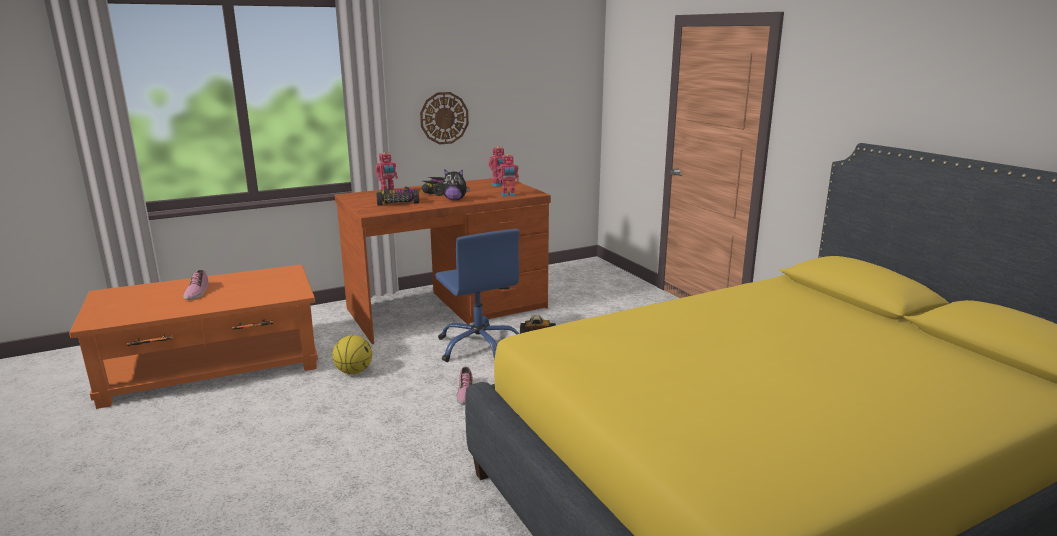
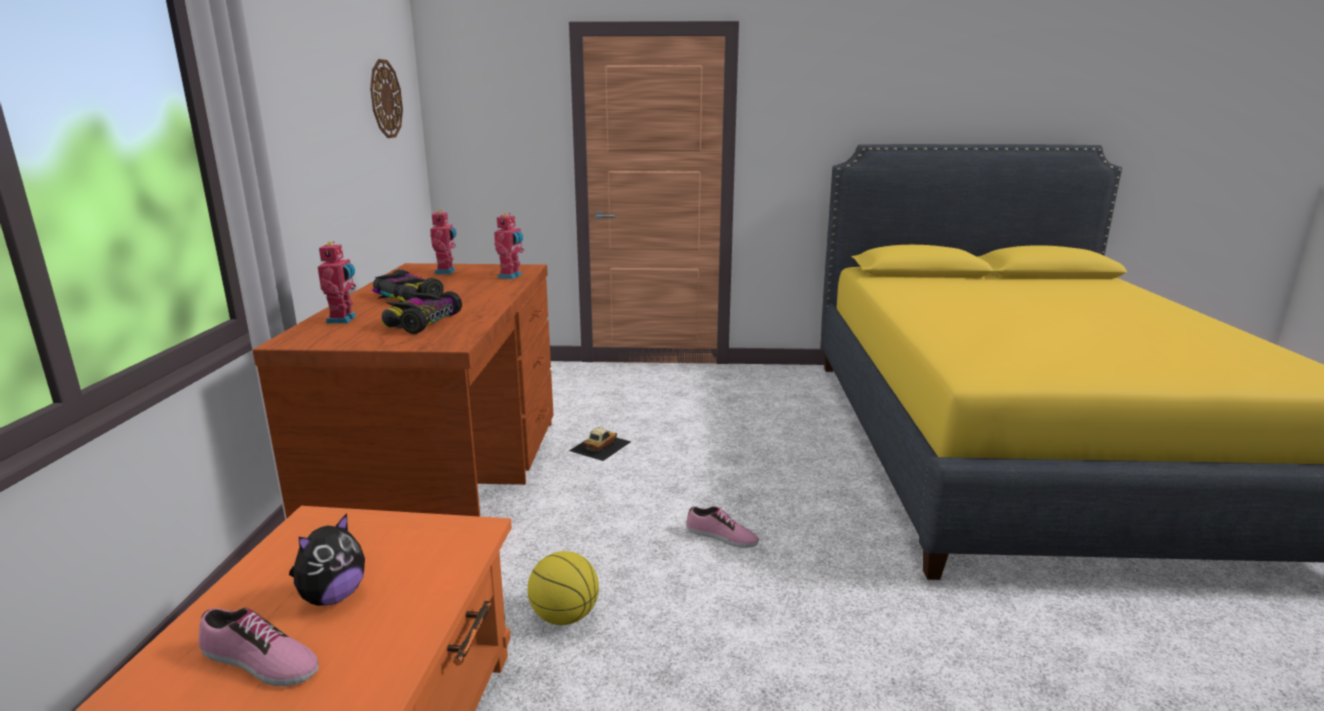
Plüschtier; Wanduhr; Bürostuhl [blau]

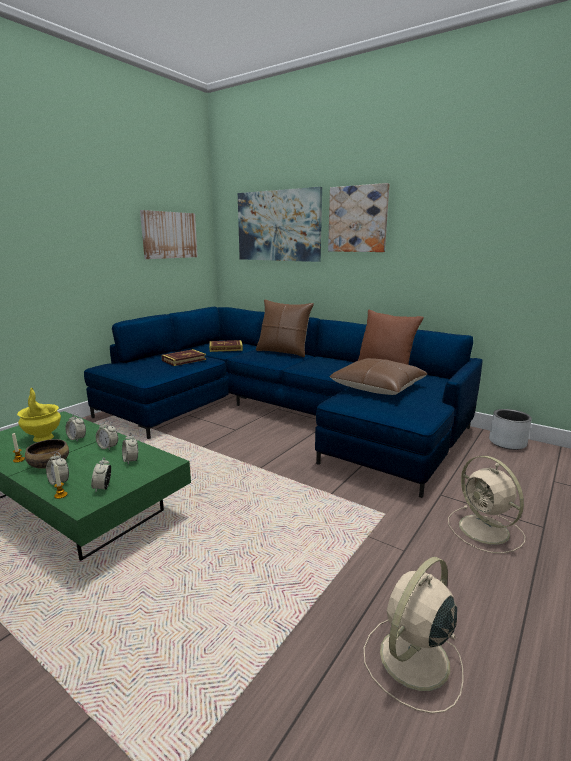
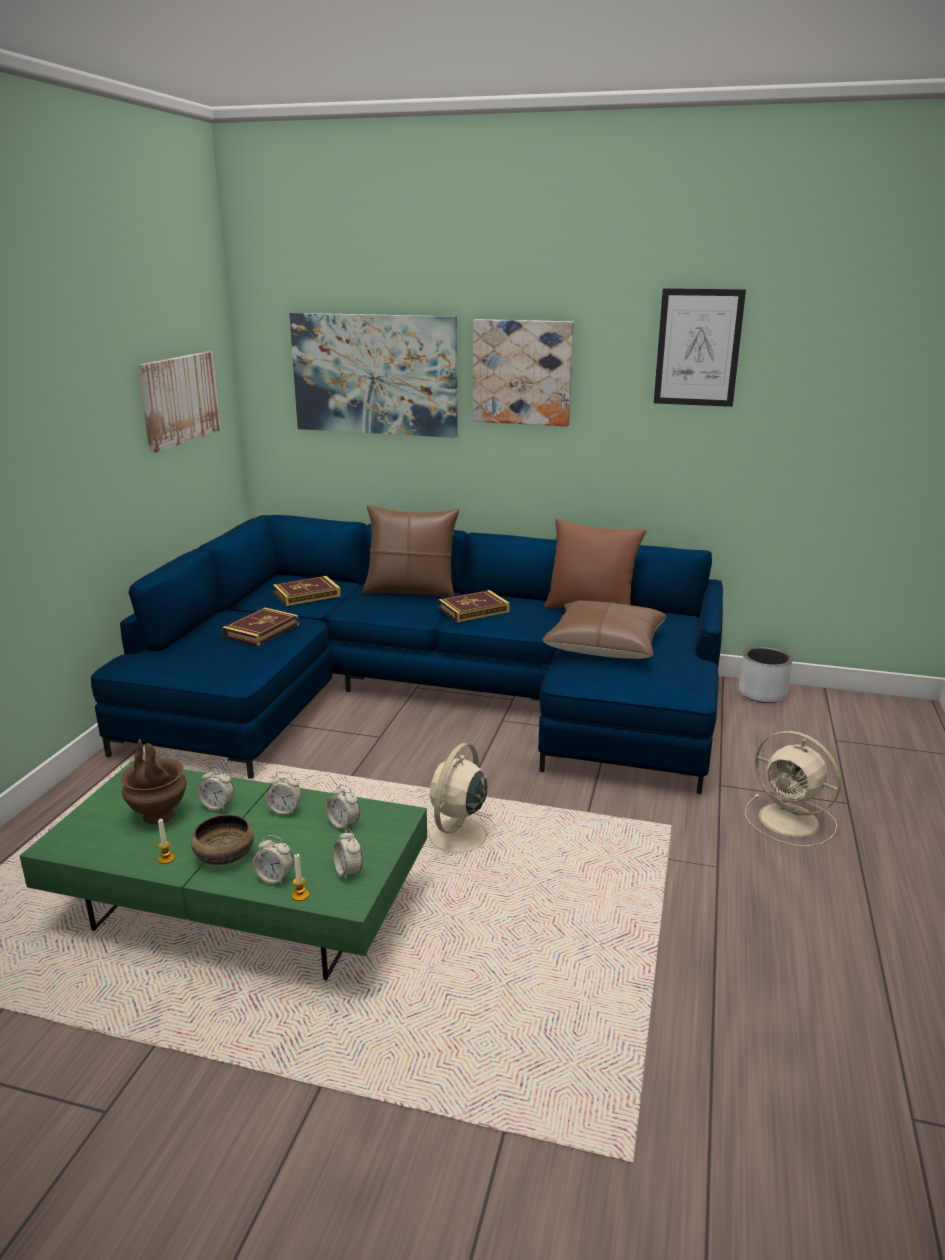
Vase [braun]; Ventilator [beige] (1st from left); Buch (3rd from left); Bild (4th from left)

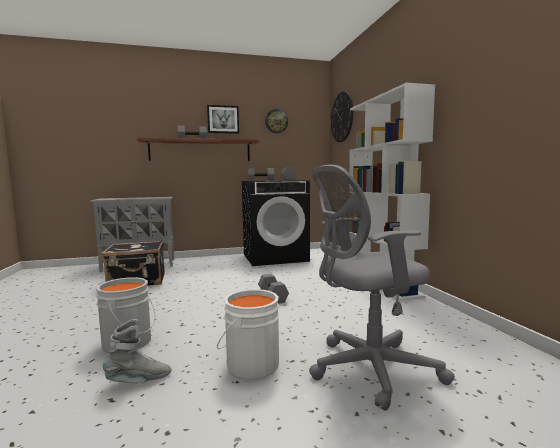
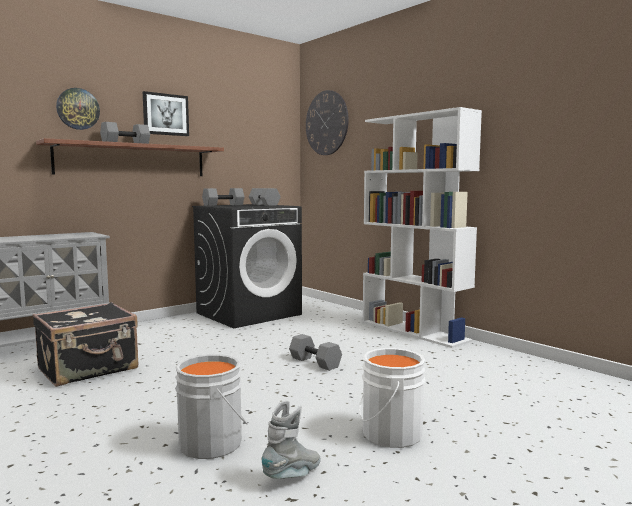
Wanduhr (1st from left); Bürostuhl [grau]

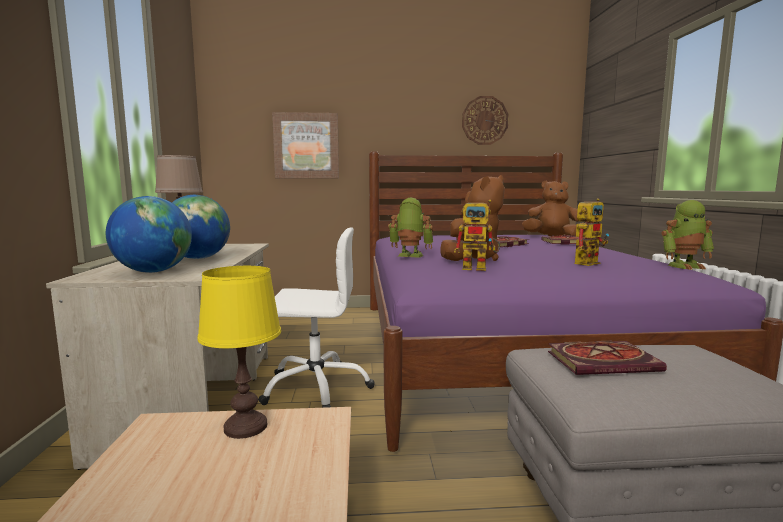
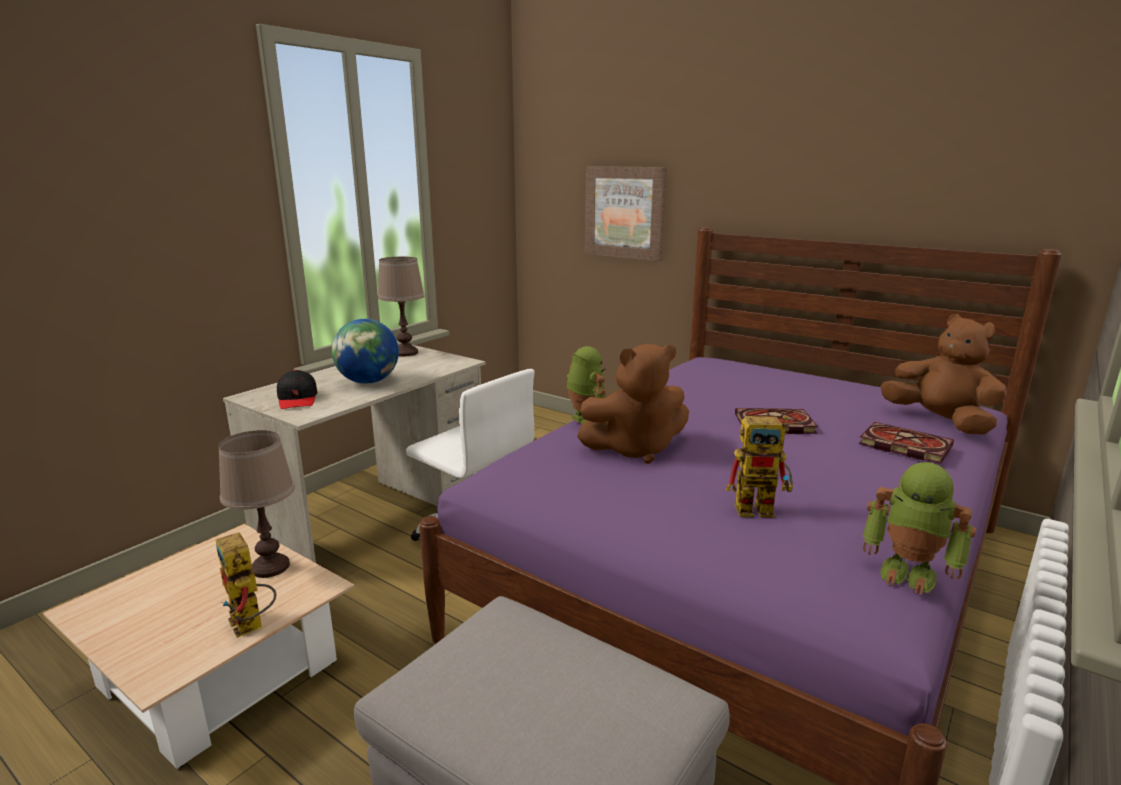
Spielzeugroboter (1st from left); Tischlampe [braun] (1st from left); Kappe [schwarz]; Wanduhr; Buch (3rd from left in the first image)

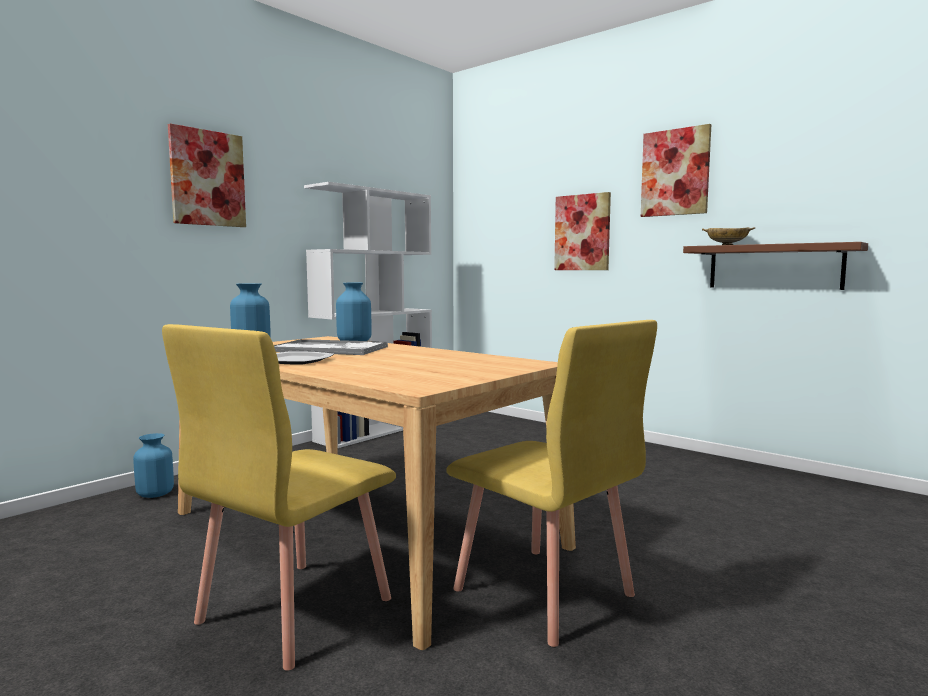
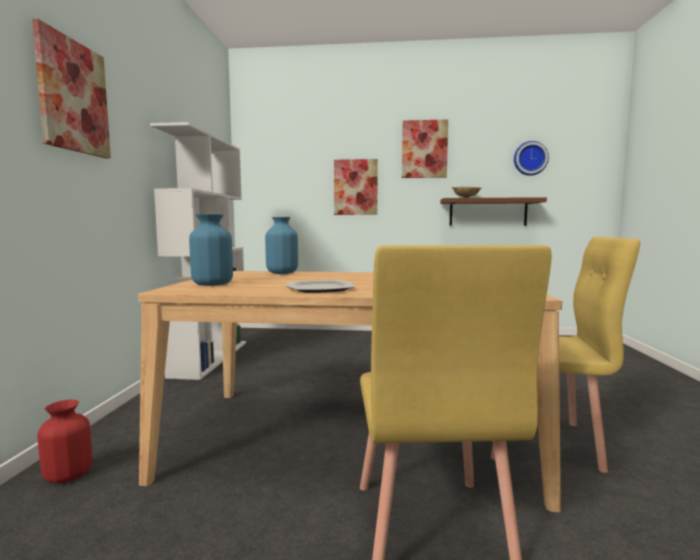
Vase [rot]; Wanduhr; Tablett

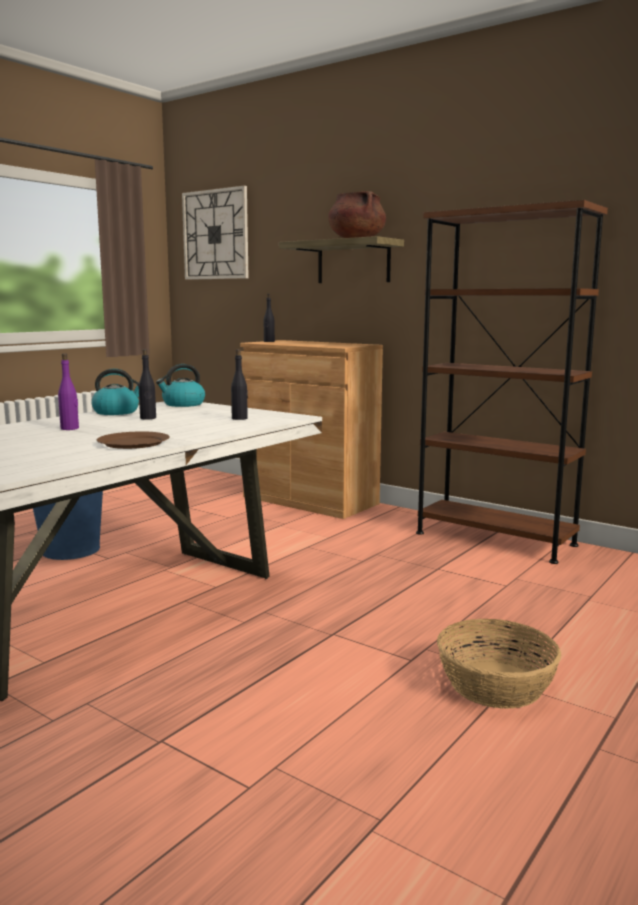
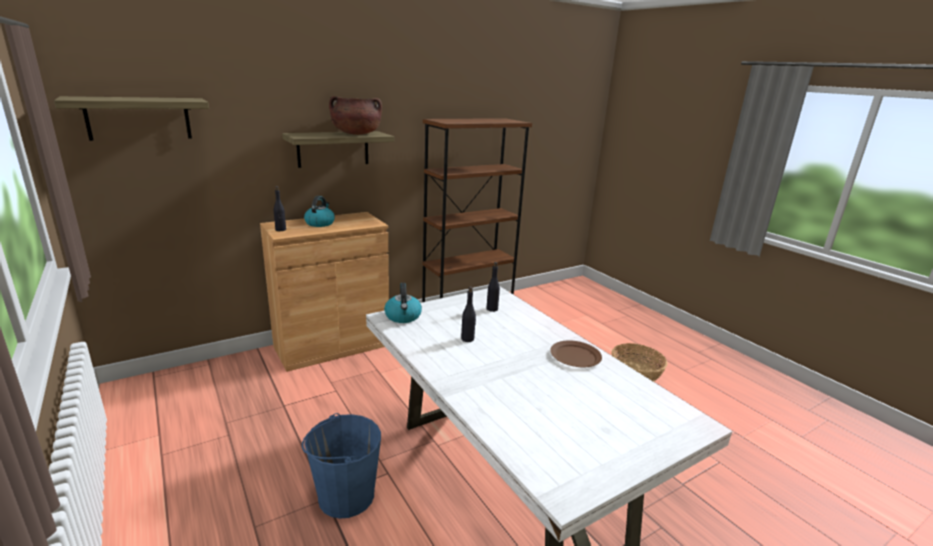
Wandregal (1st from left); Wasserkessel (1st from left); Flasche [lila]

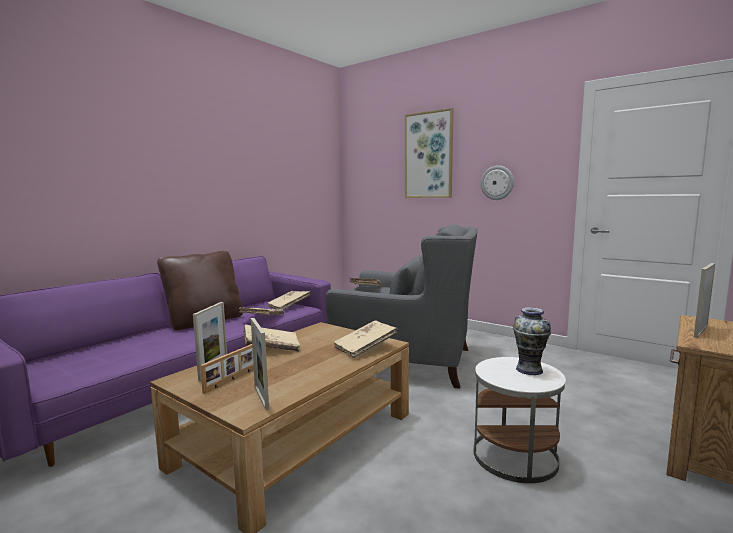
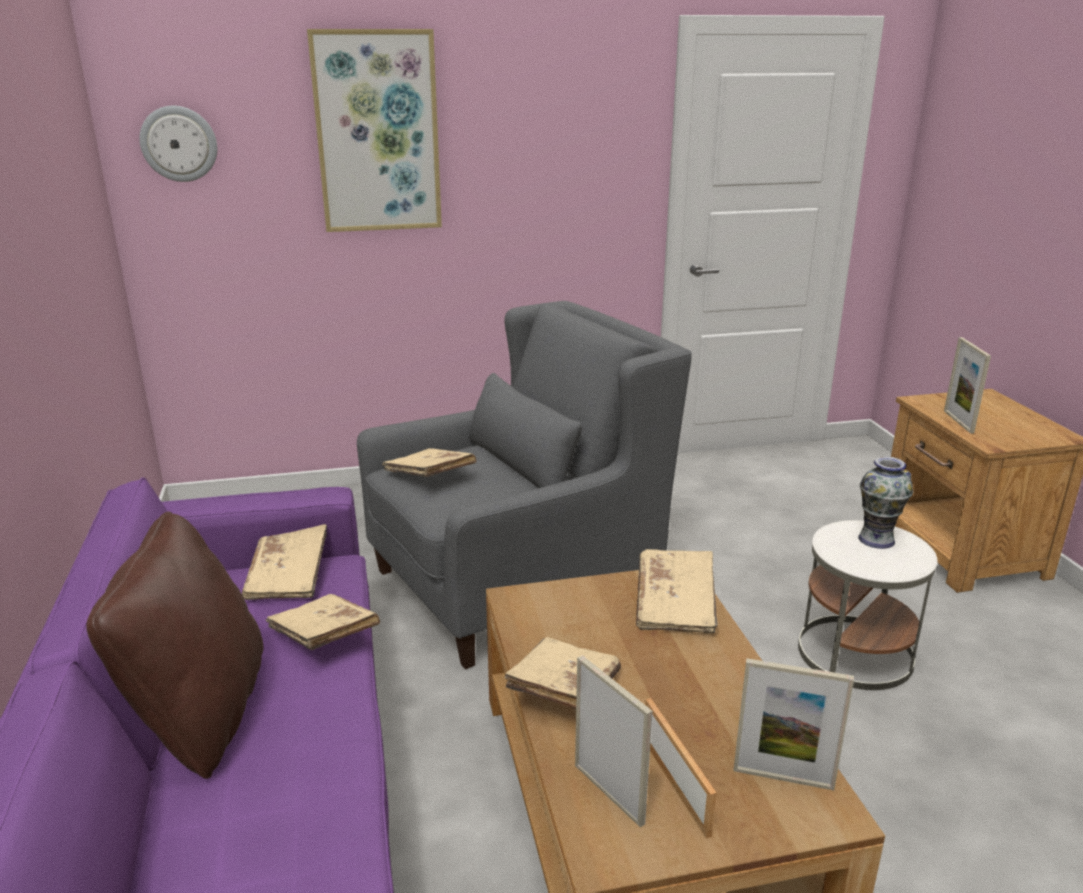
Wanduhr

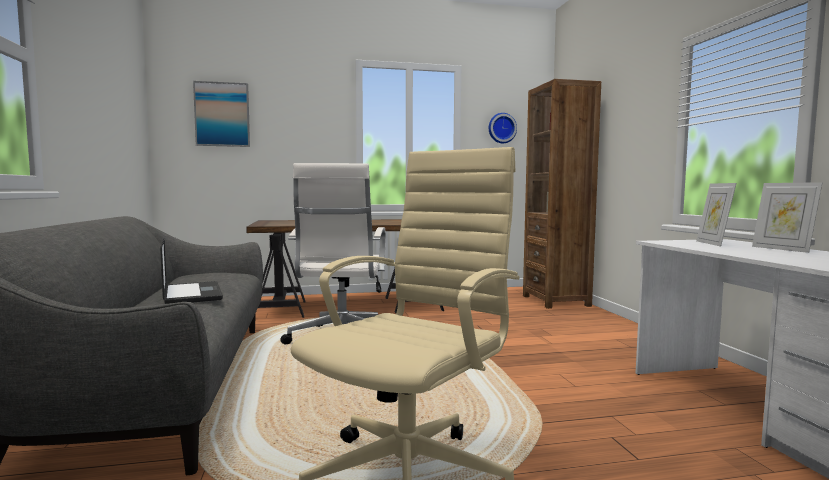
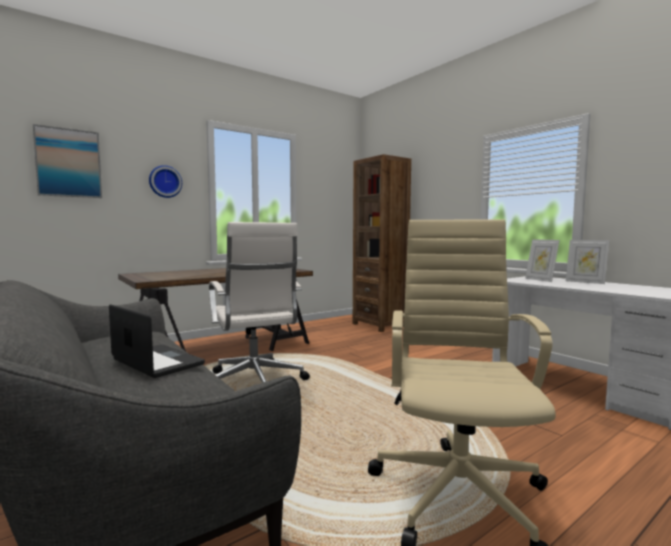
Wanduhr

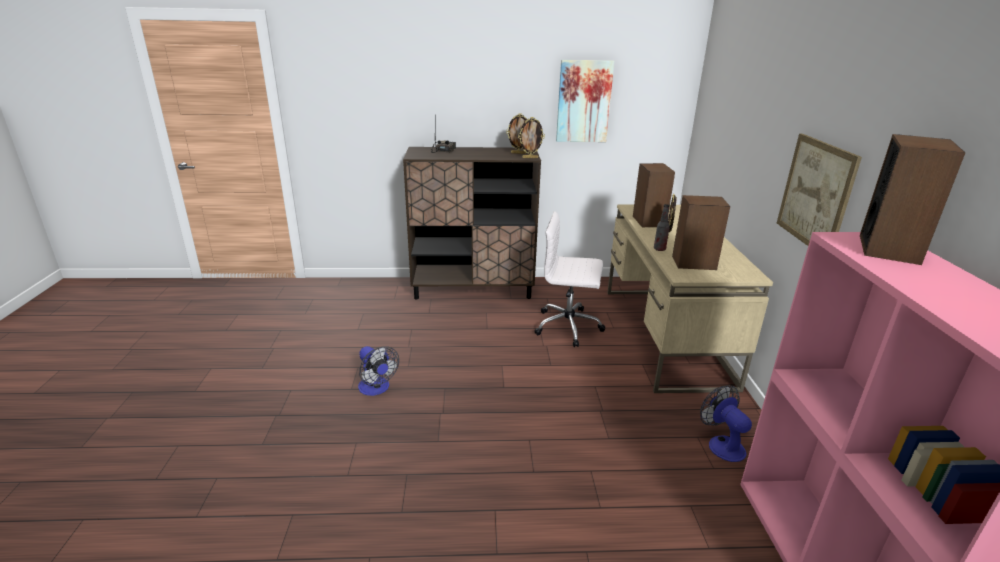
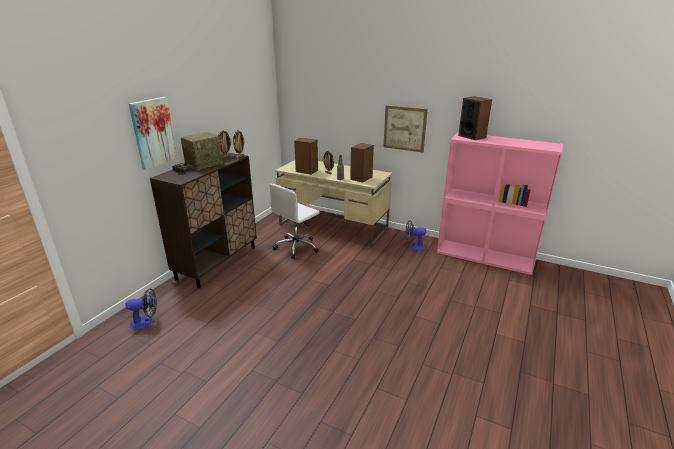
Ventilator (1st from left); Bild (1st from left); Radio (2nd from left)

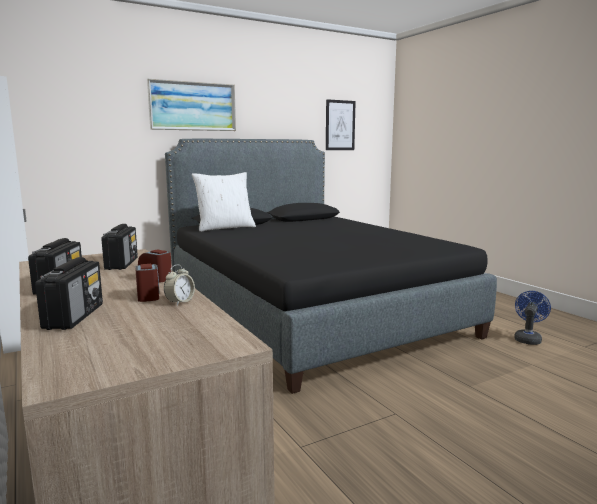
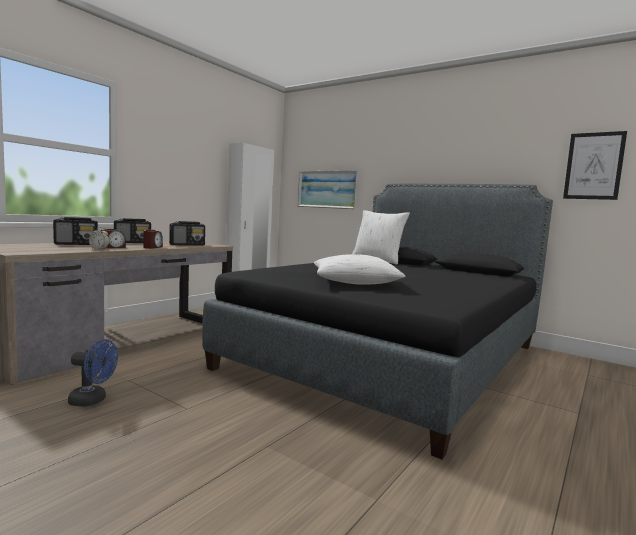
Ventilator [blau]; Bild (1st from left); Kissen [weiß] (1st from left)

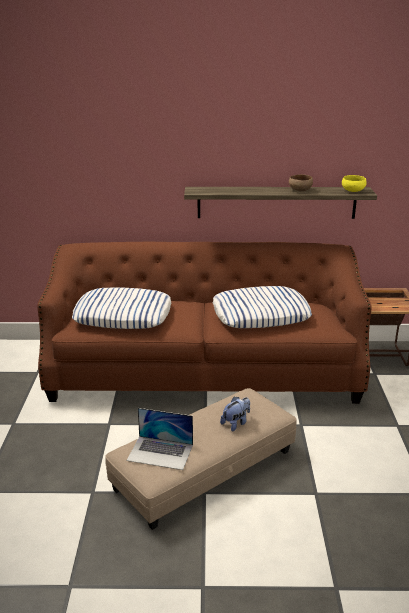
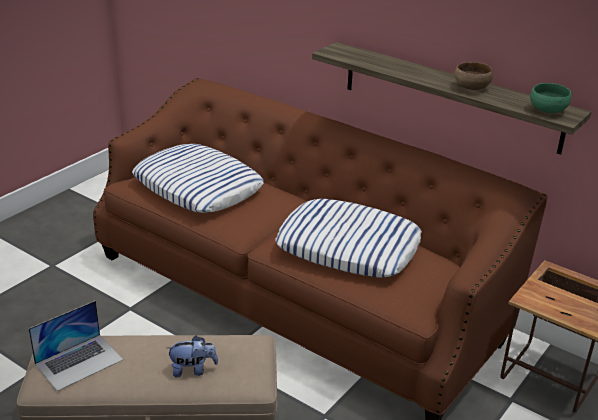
Laptop; Schüssel [grün]

